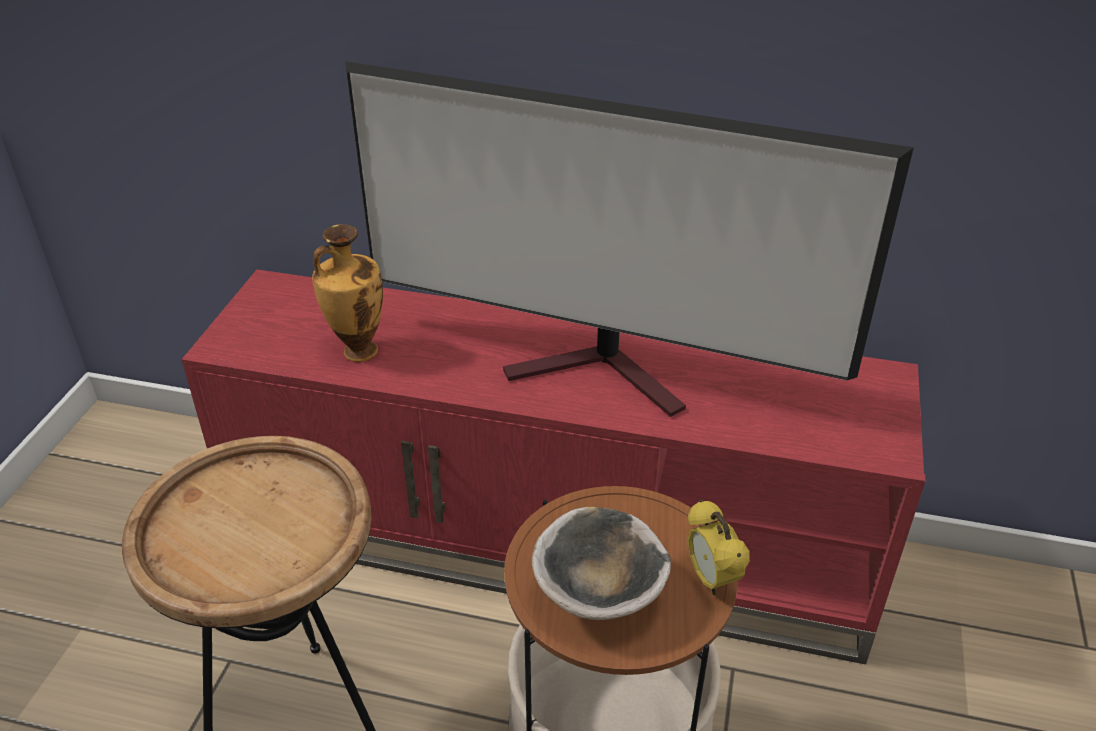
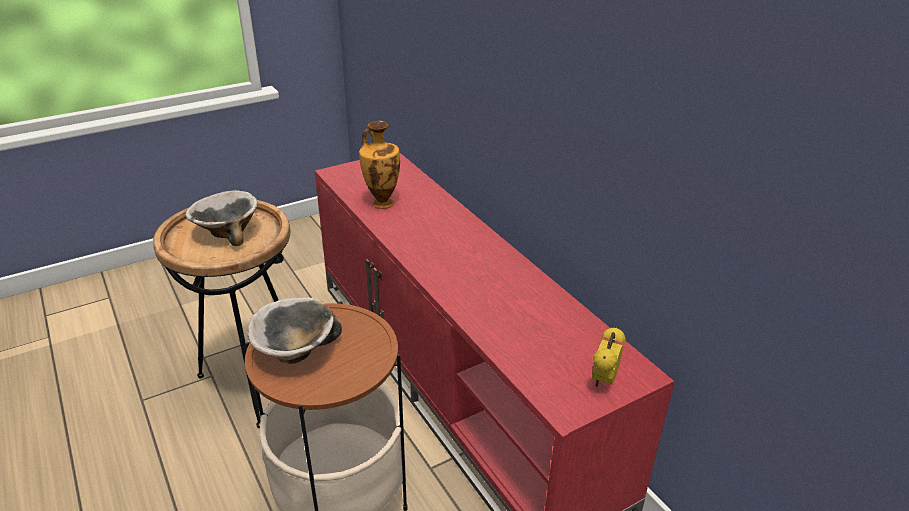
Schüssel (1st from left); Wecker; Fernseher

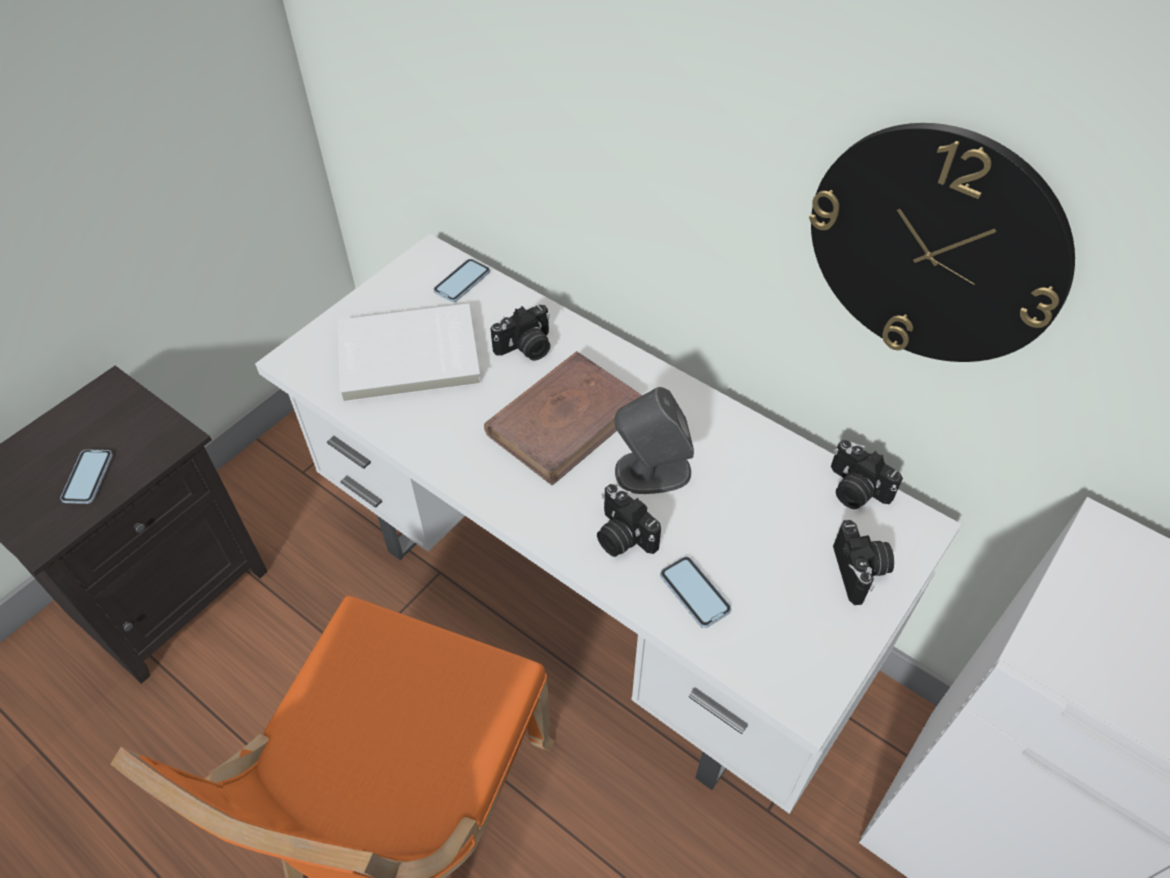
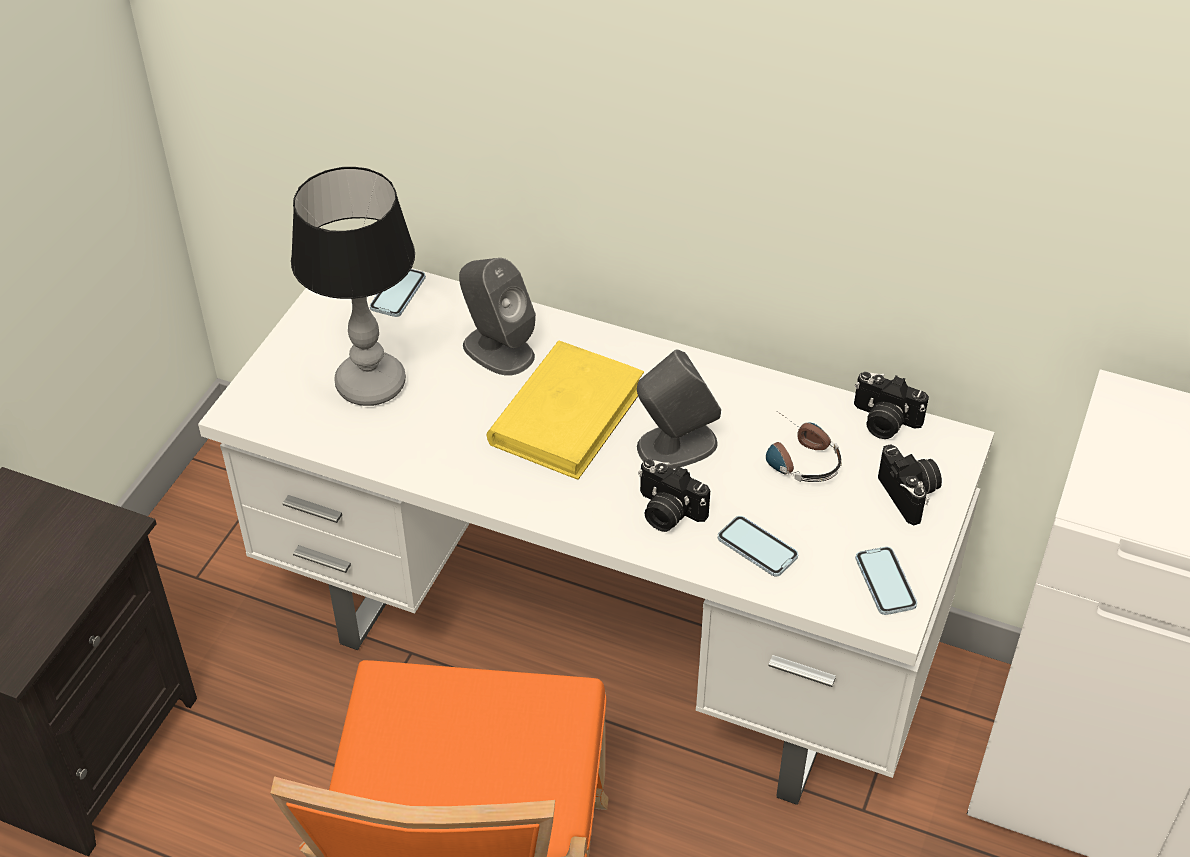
Tischlampe; Lautsprecher [grau] (1st from left); Buch [gelb]; Kopfhörer; Handy (3rd from left); Wanduhr

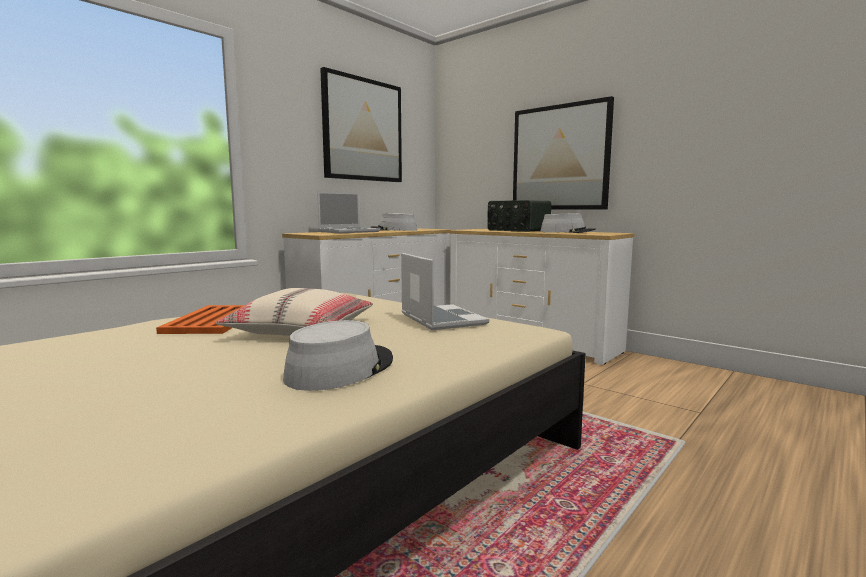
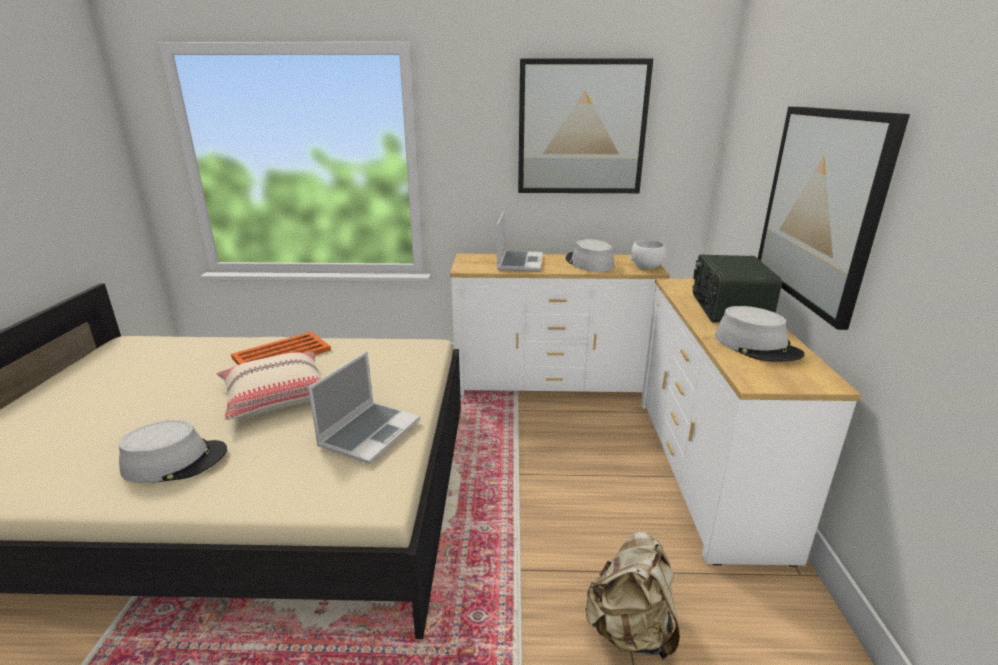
Laptop (2nd from left); Rucksack [beige]; Schüssel [weiß]

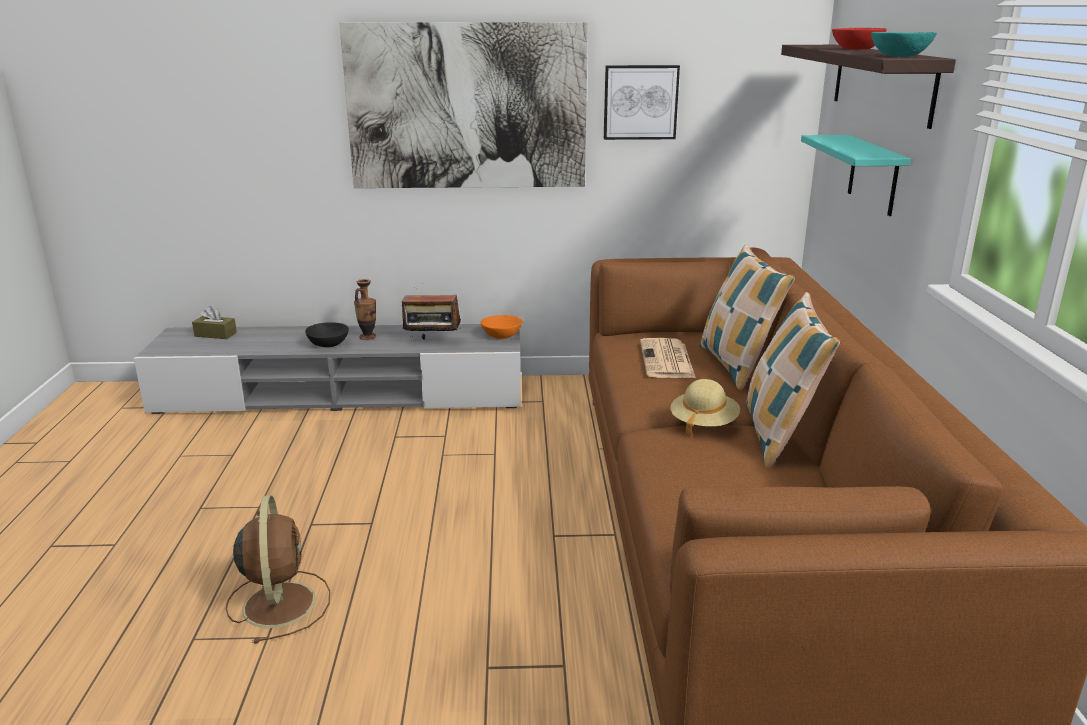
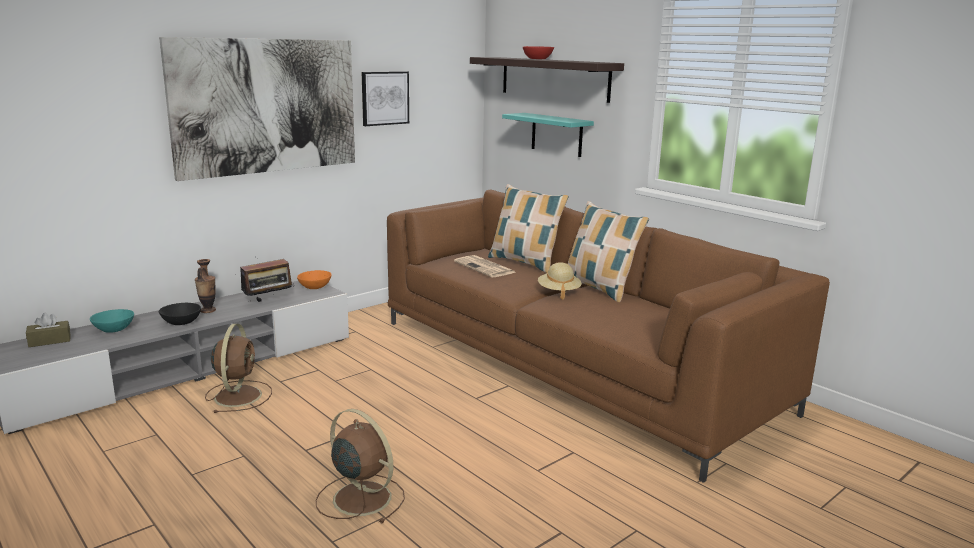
Schüssel [türkis]; Ventilator [braun] (1st from left)

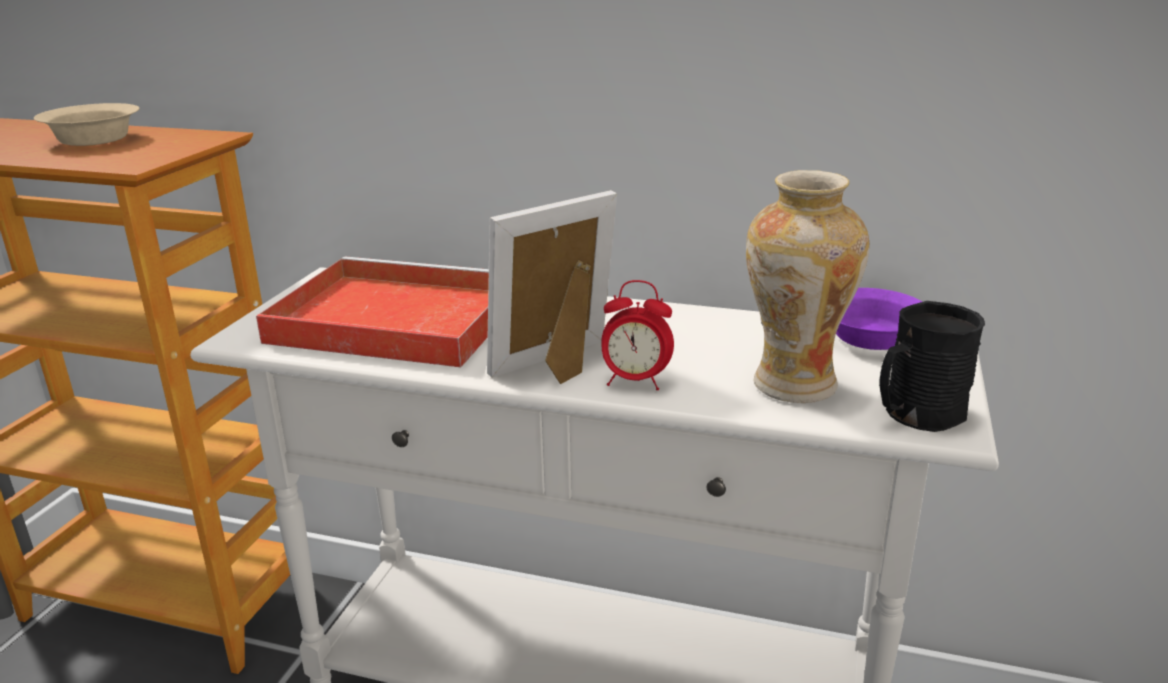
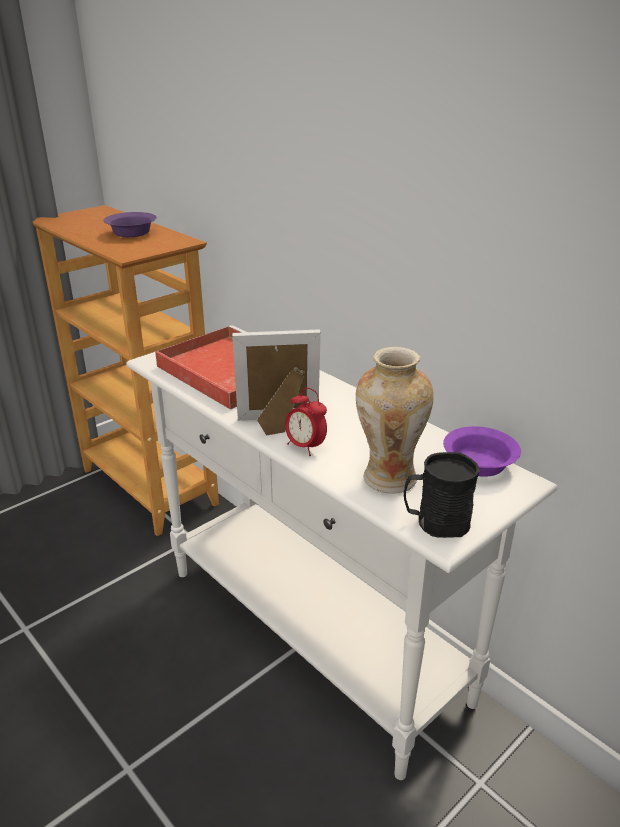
Schüssel [lila] (1st from left)

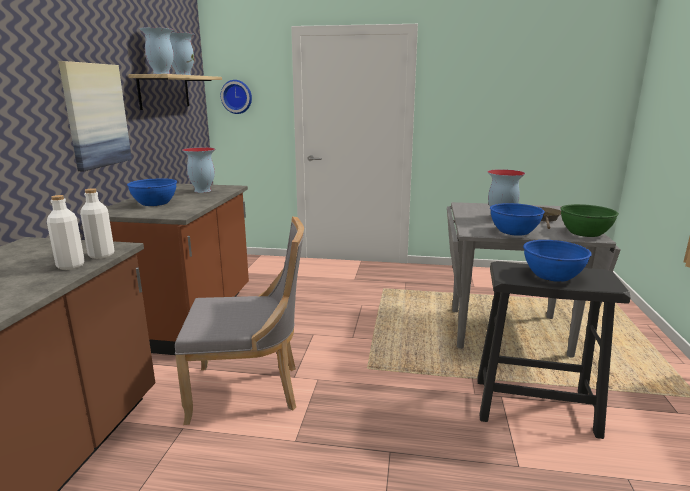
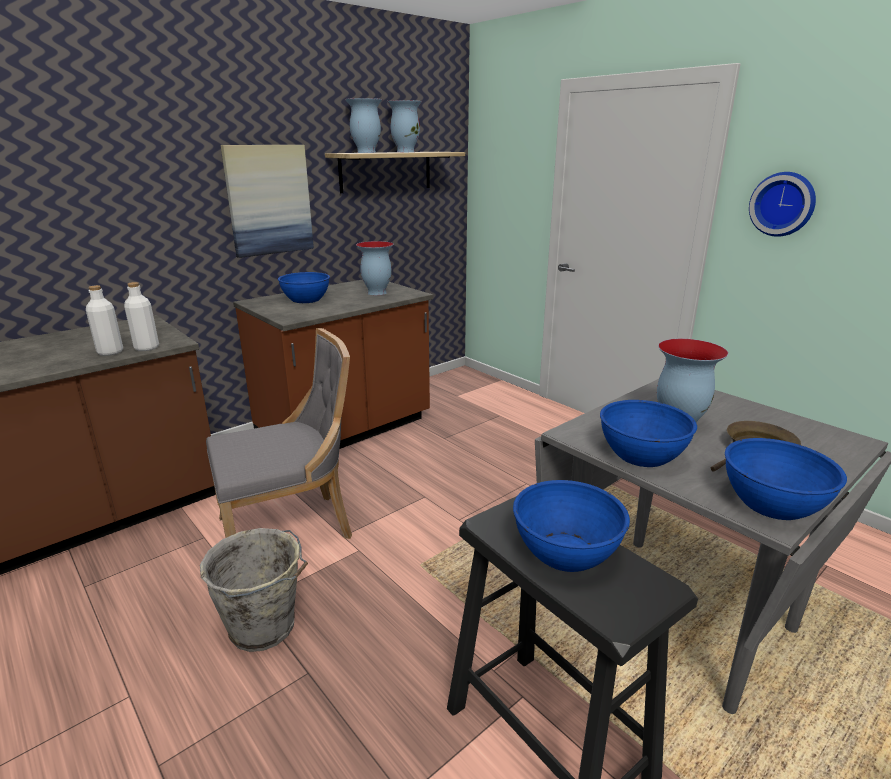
Eimer [grau]; Stuhl [grau]; Schüssel [blau] (4th from left); Wanduhr

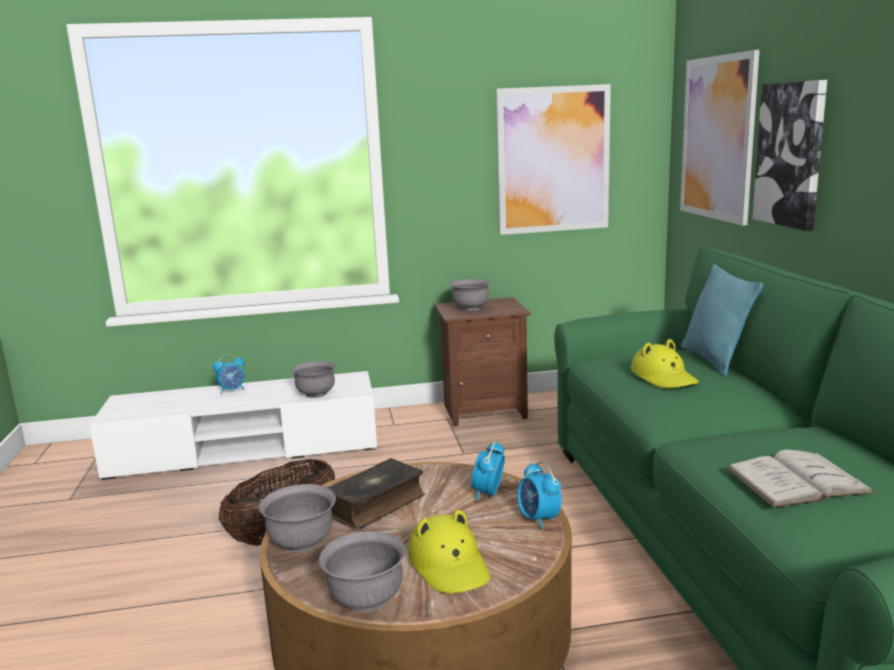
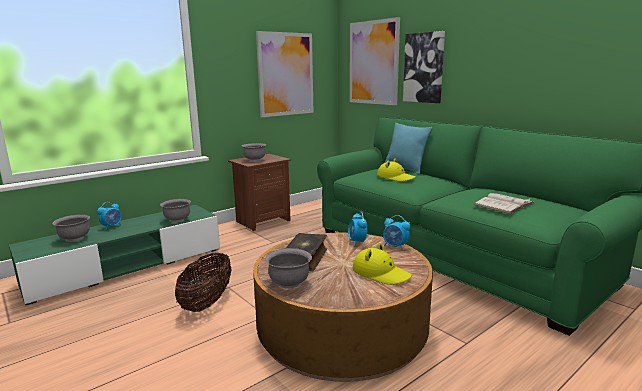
Fernsehschrank [grün]; Schüssel [grau] (1st from left)

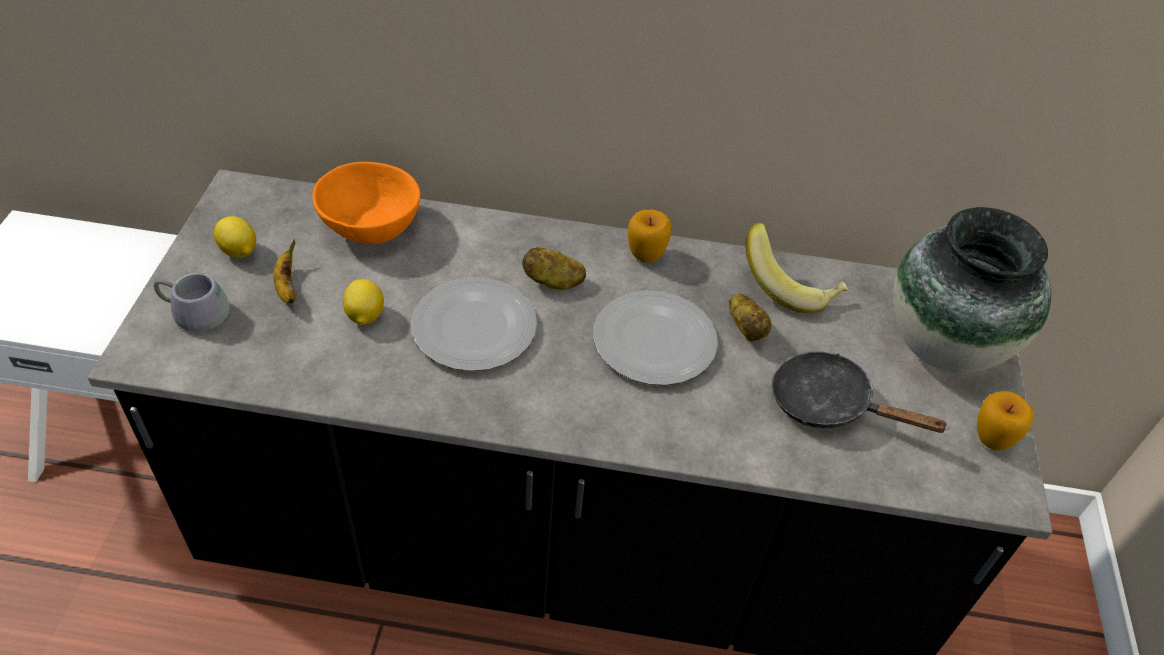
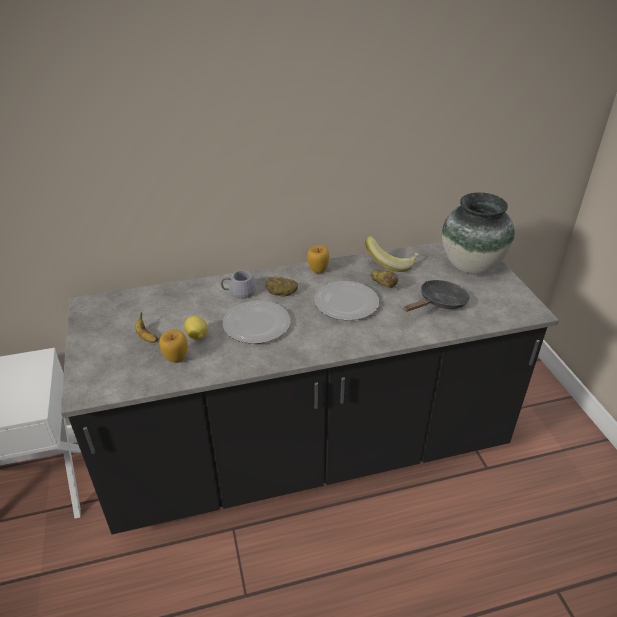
Apfel (1st from left); Henkelbecher [grau]; Pfanne [schwarz]; Zitrone (1st from left in the first image); Schüssel [orange]

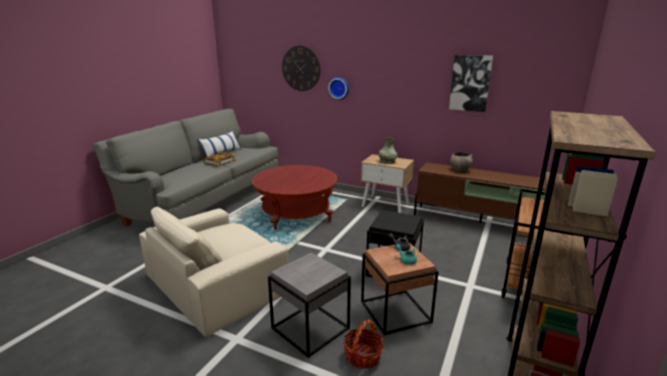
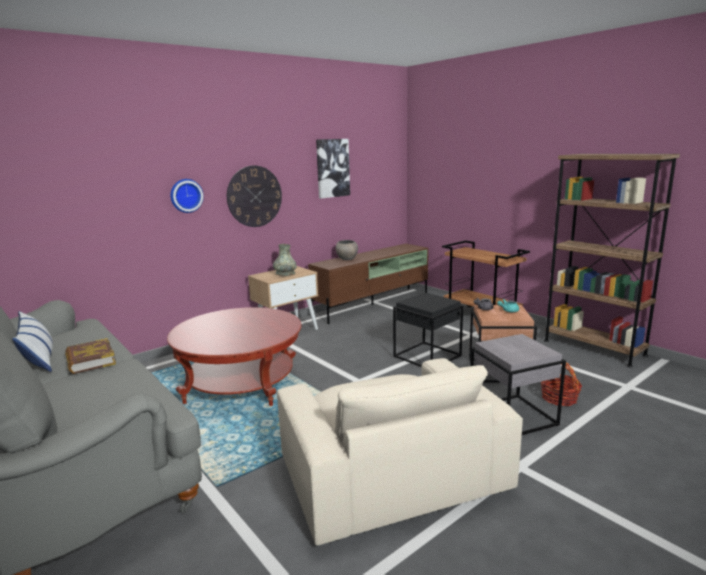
Wanduhr (2nd from left)

